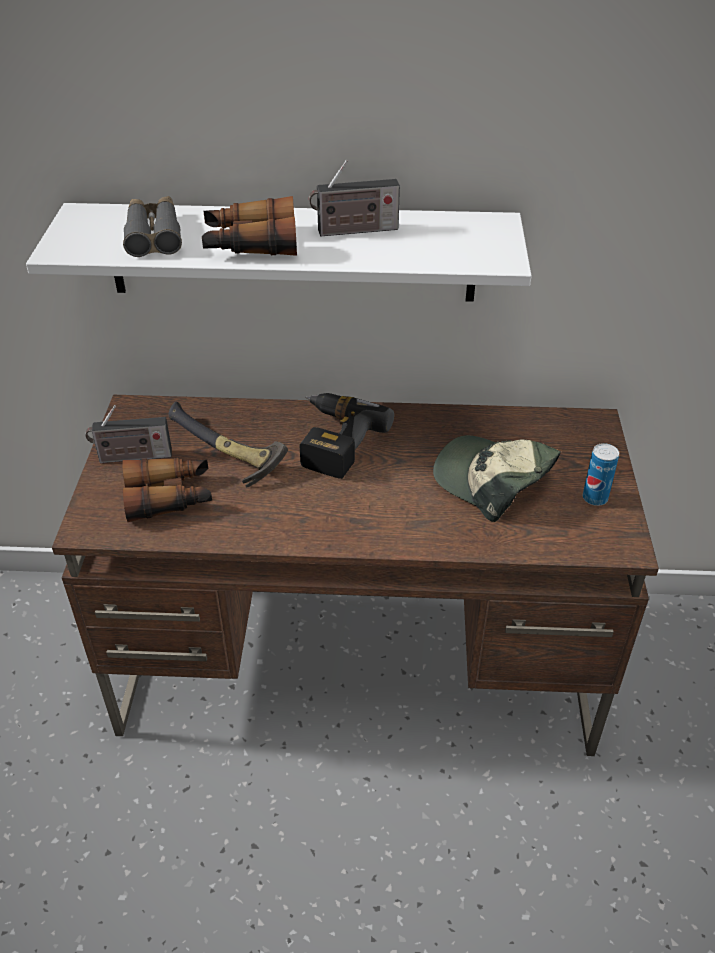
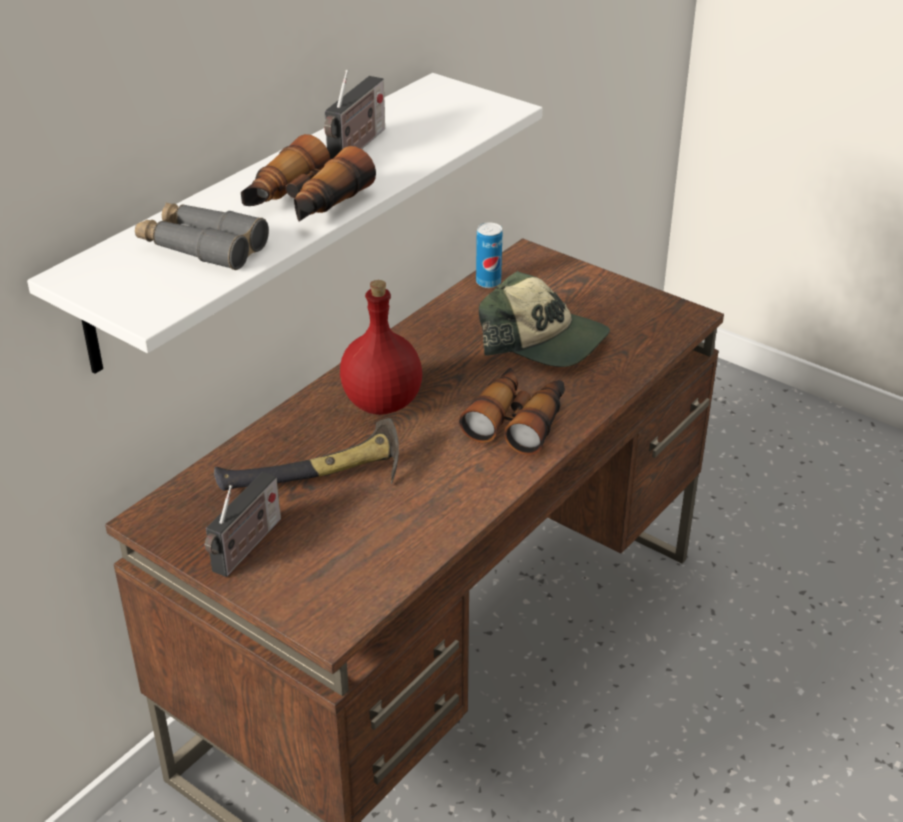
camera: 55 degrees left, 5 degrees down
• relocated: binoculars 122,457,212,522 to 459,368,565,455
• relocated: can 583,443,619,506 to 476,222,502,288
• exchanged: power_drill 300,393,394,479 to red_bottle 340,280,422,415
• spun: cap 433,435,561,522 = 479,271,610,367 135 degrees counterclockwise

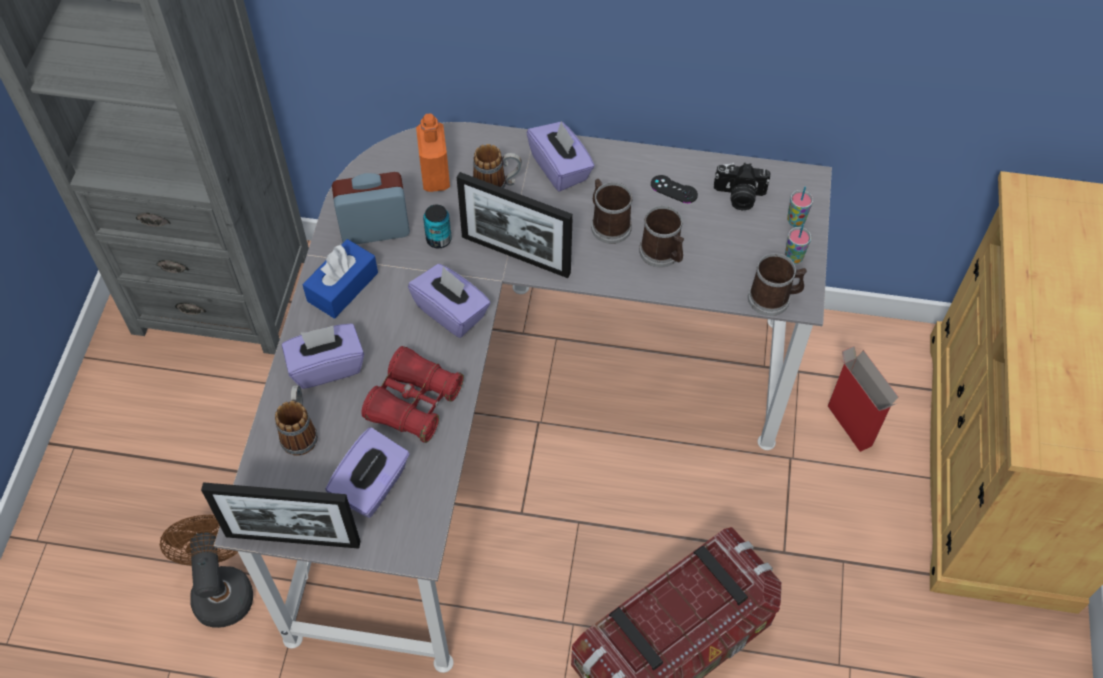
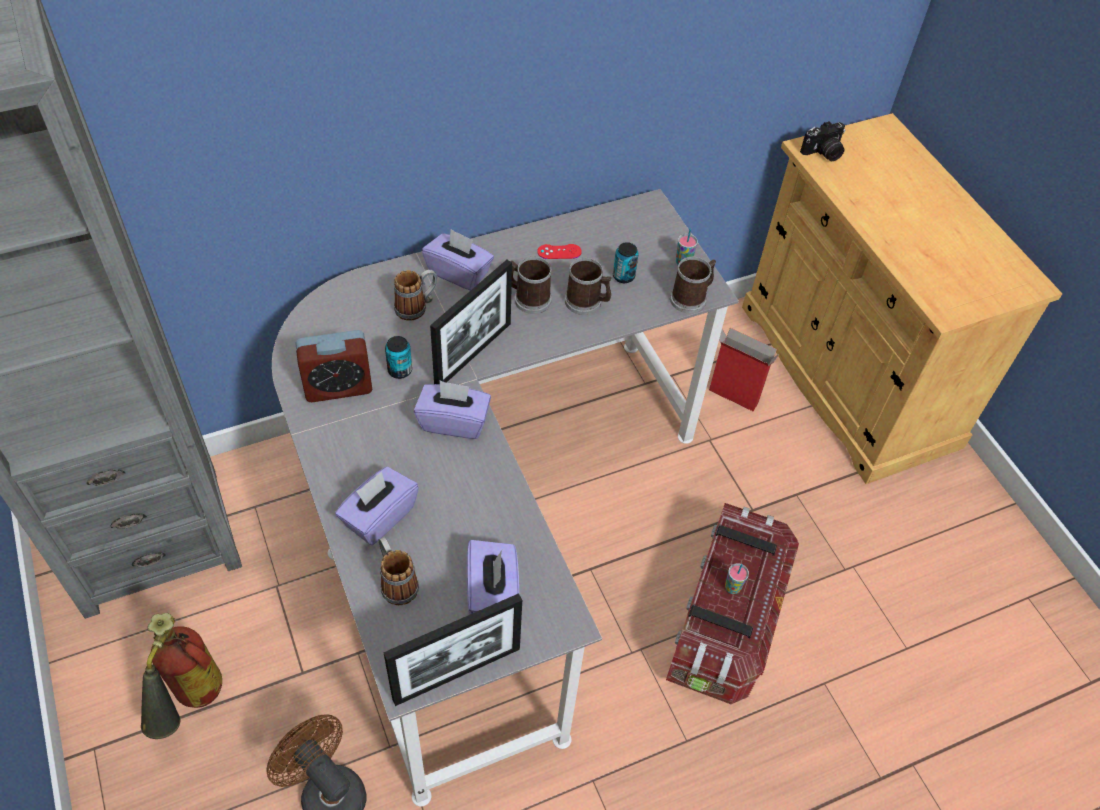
camera: 35 degrees left, 5 degrees down
• missing: blue_tissue_box 302,239,378,319
• missing: red_binoculars 361,346,464,443
• missing: orange_bottle 416,113,450,192
• appeared: fire_extinguisher 141,613,222,739
• appeared: can 613,242,639,283
• relocated: photo_camera 714,163,771,210 to 800,121,845,161
• relocated: cup 787,187,813,227 to 725,563,749,594
• colour: black_game_controller 651,175,698,203 to red_game_controller 537,244,582,259
• spun: alarm_clock 332,172,410,244 = 295,330,372,402 150 degrees counterclockwise
• spun: picture_frame 457,172,573,278 = 430,260,512,384 45 degrees counterclockwise

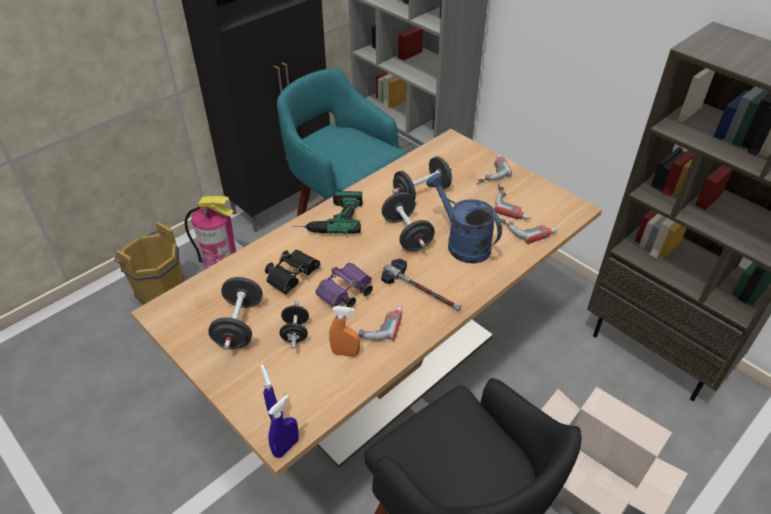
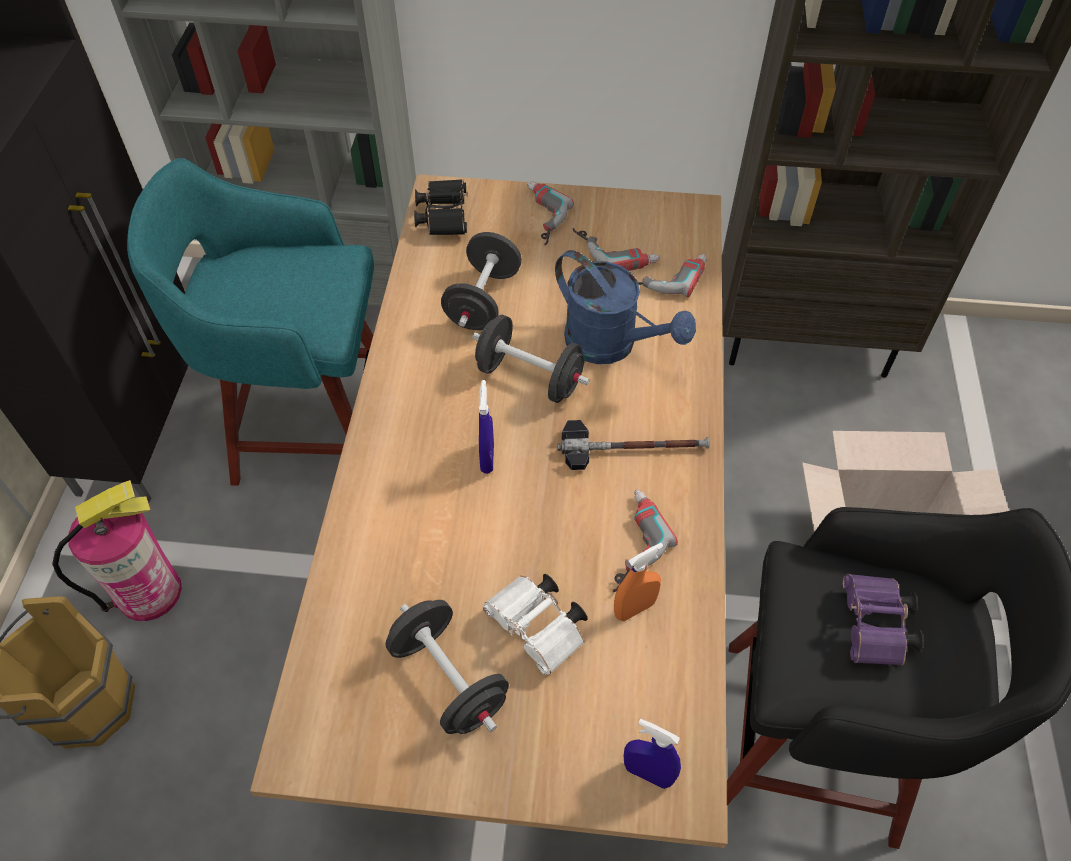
camera: 40 degrees left, 10 degrees up
• missing: power_drill 293,191,362,234
• relocated: black_binoculars 265,250,320,294 to 414,179,468,235
• relocated: blue_spray_bottle 268,394,299,458 to 479,380,494,474
• relocated: purple_binoculars 315,263,373,308 to 843,574,923,665
• exchanged: black_dumbbell 279,301,309,349 to white_binoculars 483,574,587,675
• spun: blue_watering_can 426,173,502,264 = 555,250,696,364 150 degrees counterclockwise

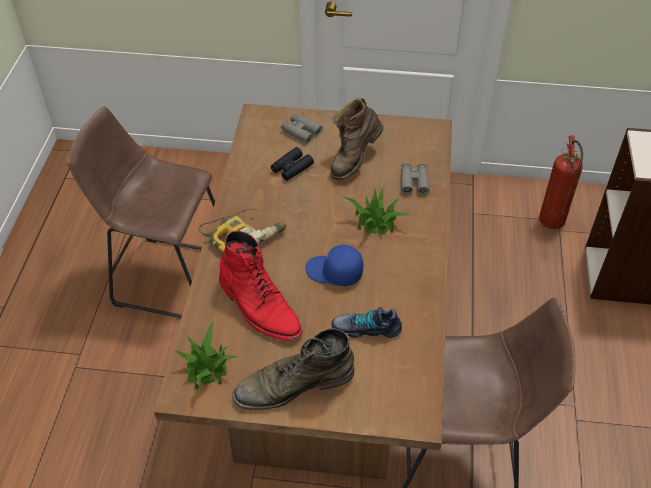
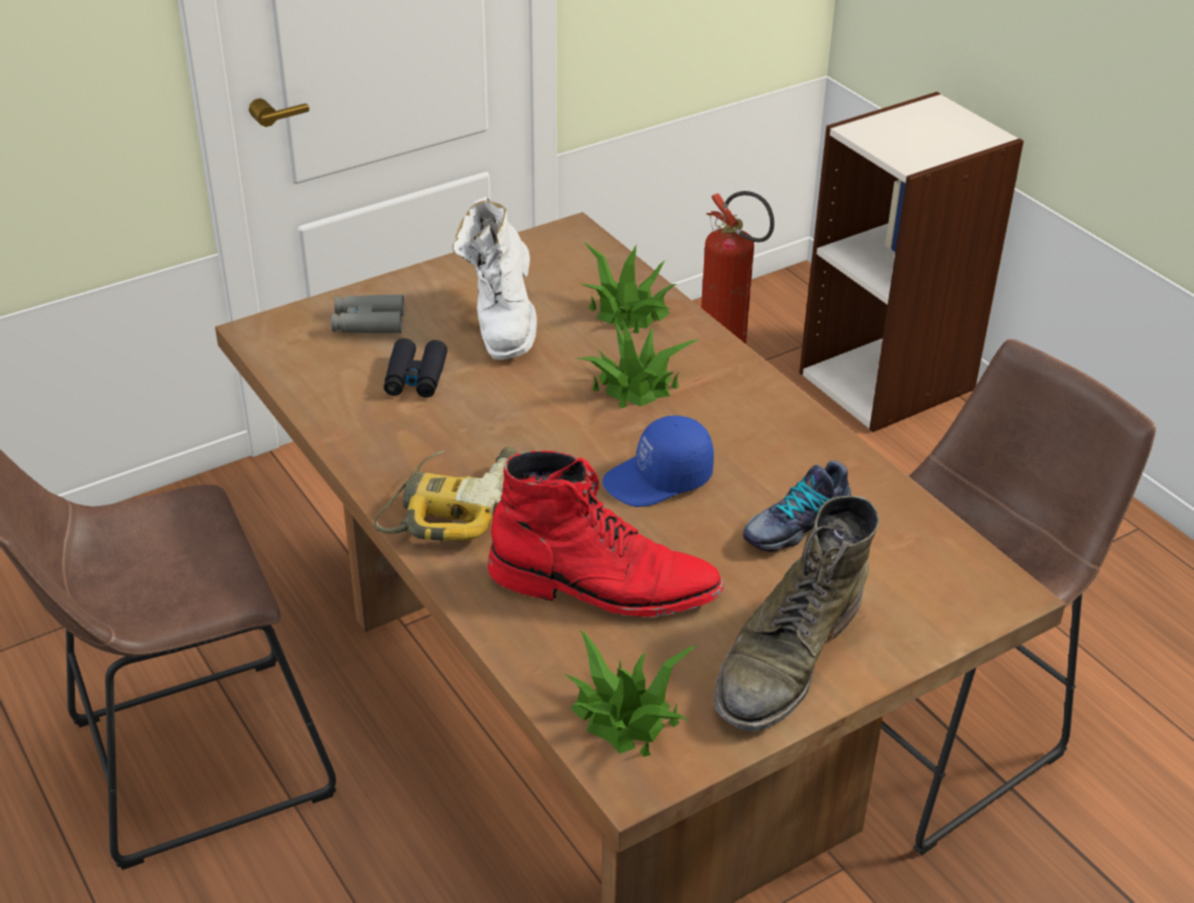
camera: 40 degrees left, 10 degrees down
• exchanged: grey_binoculars 401,162,429,195 to potted_plant 579,242,676,333
• colour: brown_boot 330,98,384,181 to white_boot 453,197,537,360

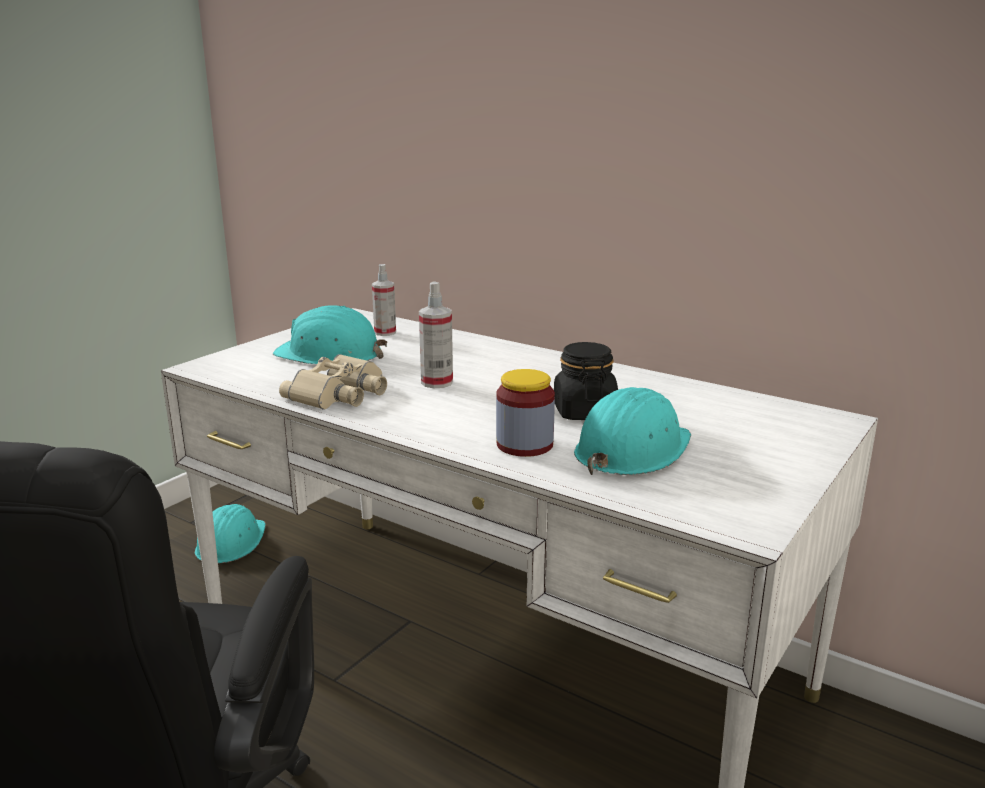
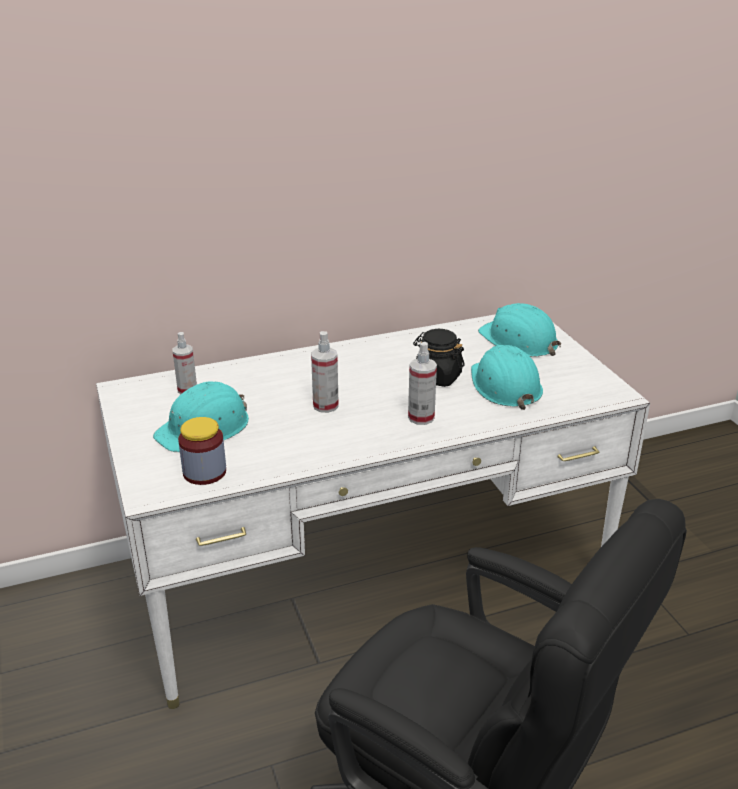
camera: 55 degrees left, 10 degrees up
• missing: beige_binoculars 279,354,387,410
• appeared: spray_bottle 408,342,437,425
• relocated: turquoise_hard_hat 195,504,266,563 to 478,303,561,357
• relocated: jar 496,369,555,457 to 178,417,226,485

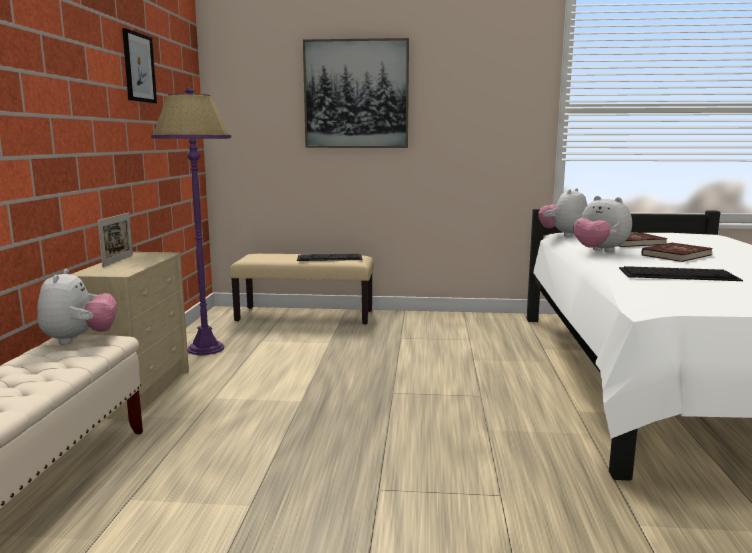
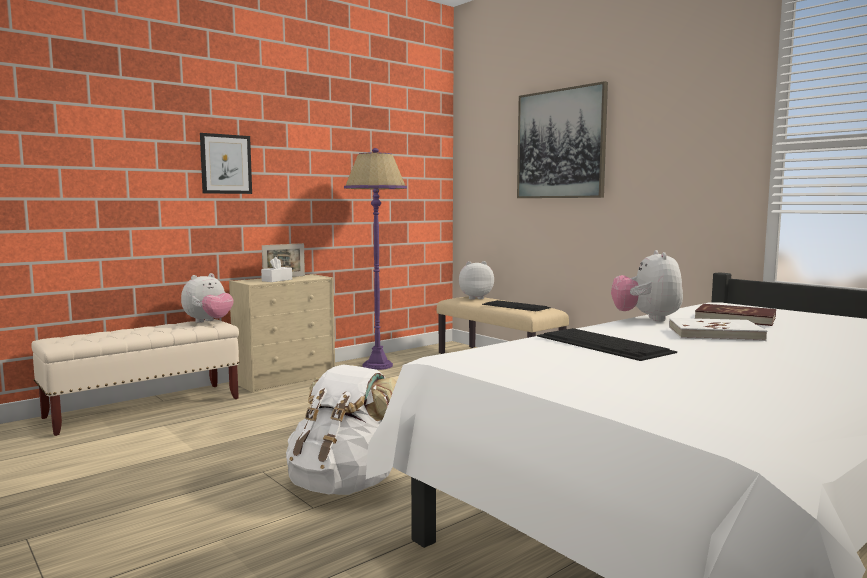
camera: 45 degrees right, 5 degrees down
• appeared: white_tissue_box 261,257,292,282
• appeared: white_backpack 286,364,396,495
• relocated: picture 122,28,157,103 to 200,133,252,194
• relocated: plush_toy 538,188,587,237 to 459,261,494,299
• colour: red_book 642,243,713,262 to white_book 669,318,767,341

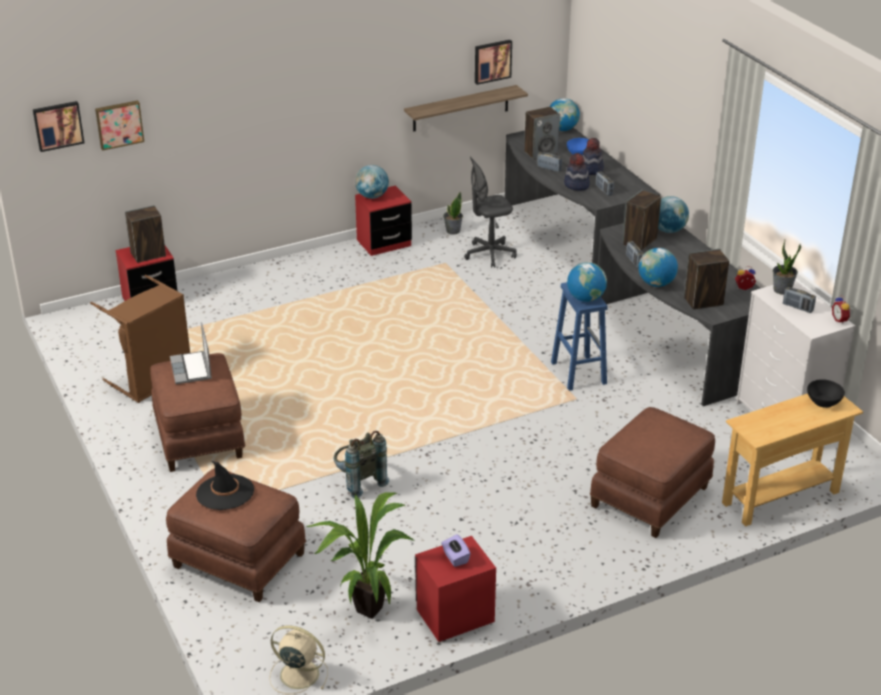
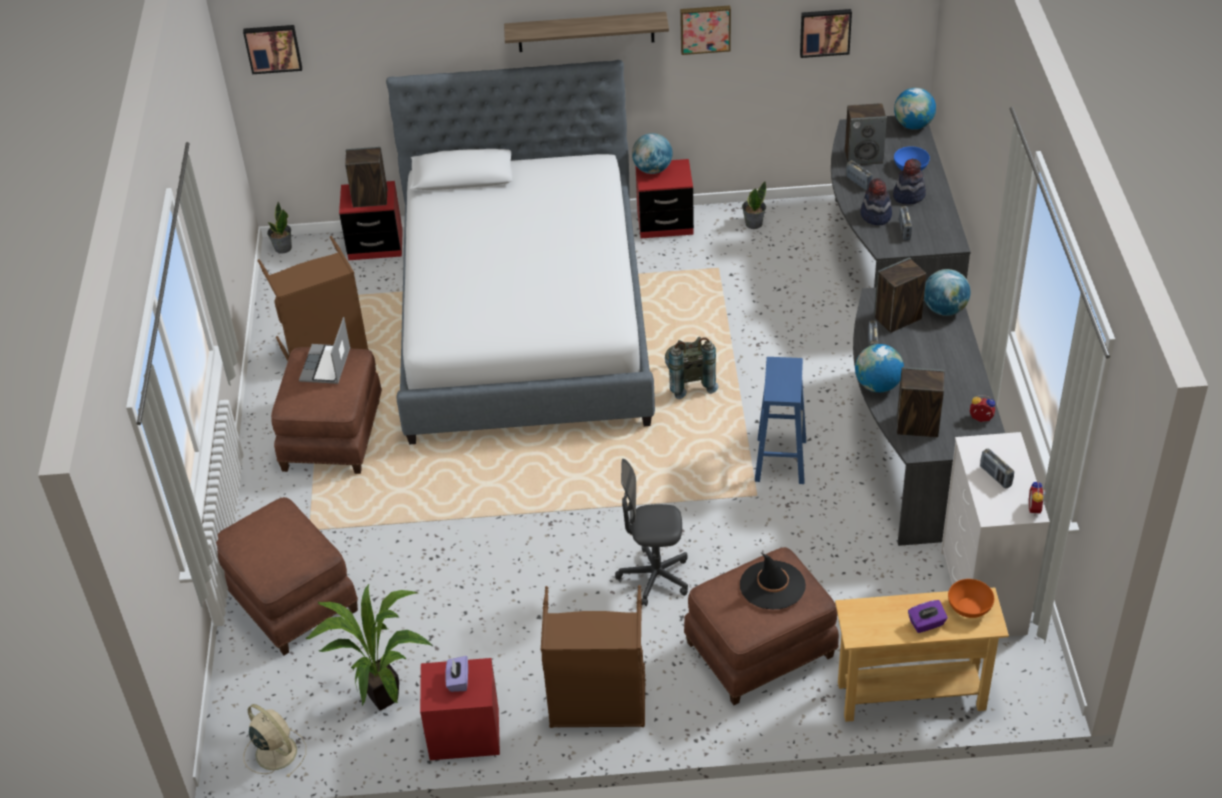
camera: 25 degrees right, 10 degrees up
• missing: globe 567,262,607,302
• appeared: bed 386,60,655,445
• appeared: brown_laundry_basket 541,585,646,728
• appeared: purple_tissue_box 908,600,948,633
• relocated: picture 95,100,144,151 to 680,5,731,55
• relocated: black_hat 196,461,254,510 to 740,553,806,609
• relocated: grey_backpack 333,431,389,498 to 665,337,719,399
• relocated: shelf 404,85,528,131 to 504,12,669,52
• relocated: grey_office_chair 464,156,517,268 to 615,459,688,606
• relocated: potted_plant 773,240,801,295 to 267,202,292,253
• colour: black_bowl 807,379,845,408 to orange_bowl 948,579,994,618

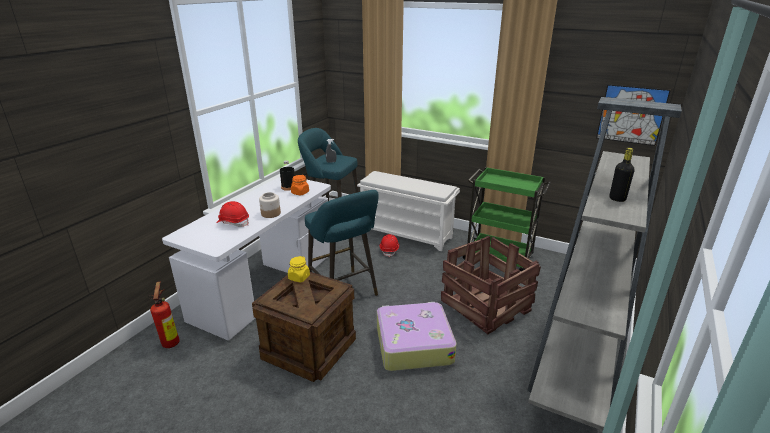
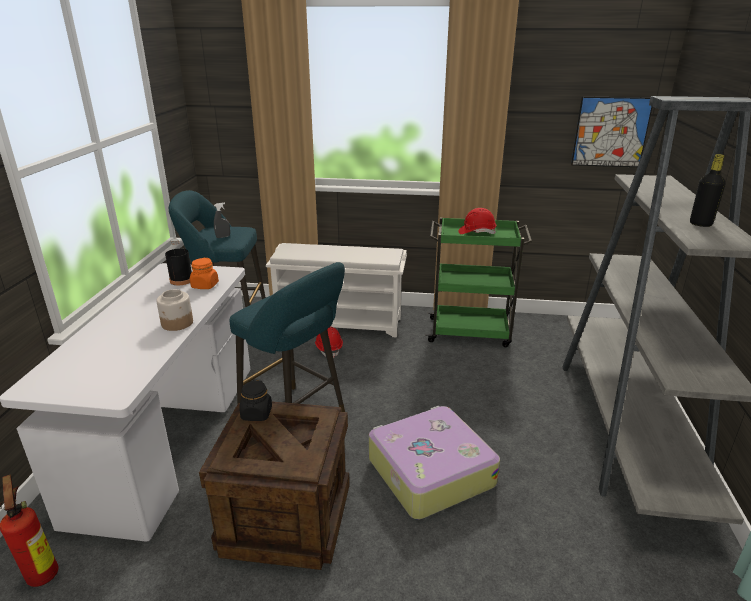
camera: 20 degrees left, 0 degrees up
• missing: crate 441,236,541,334
• relocated: red_hard_hat 216,201,249,227 to 458,208,496,234
• colour: yellow_jar 288,256,310,282 to black_jar 239,380,272,421

